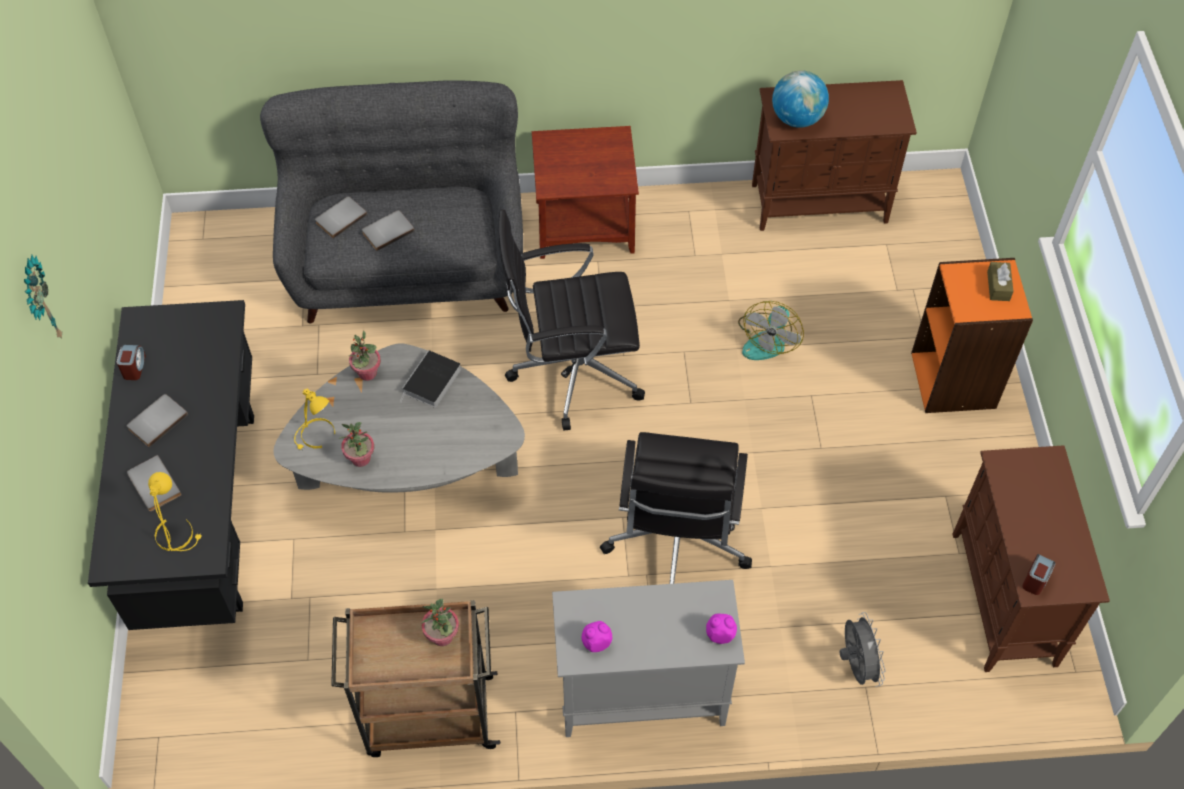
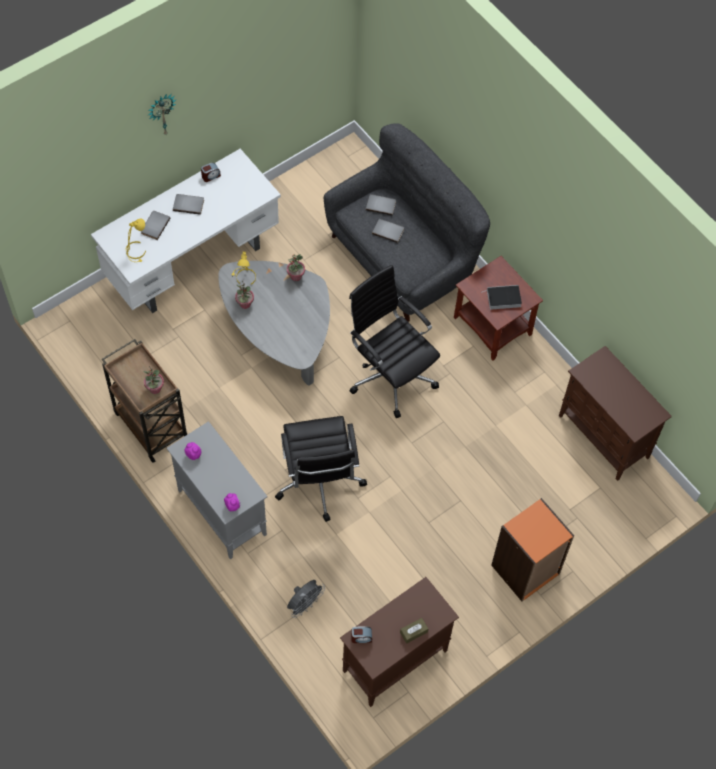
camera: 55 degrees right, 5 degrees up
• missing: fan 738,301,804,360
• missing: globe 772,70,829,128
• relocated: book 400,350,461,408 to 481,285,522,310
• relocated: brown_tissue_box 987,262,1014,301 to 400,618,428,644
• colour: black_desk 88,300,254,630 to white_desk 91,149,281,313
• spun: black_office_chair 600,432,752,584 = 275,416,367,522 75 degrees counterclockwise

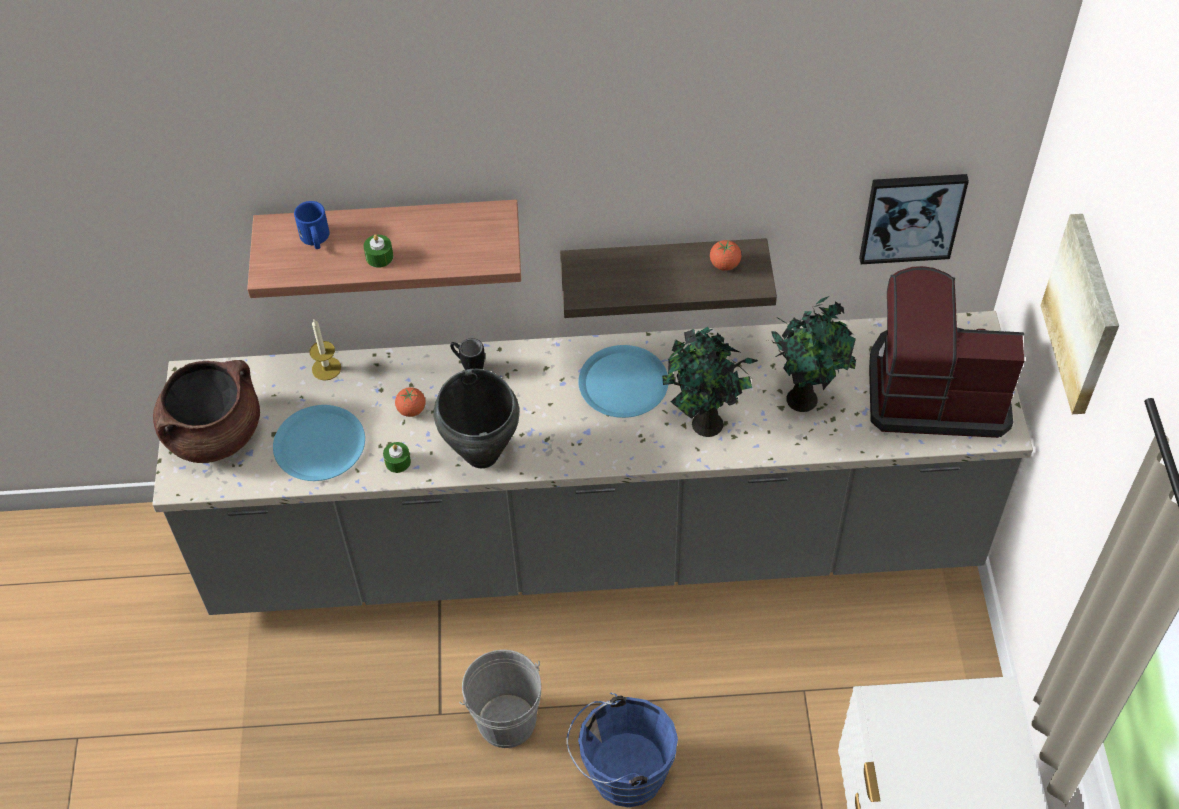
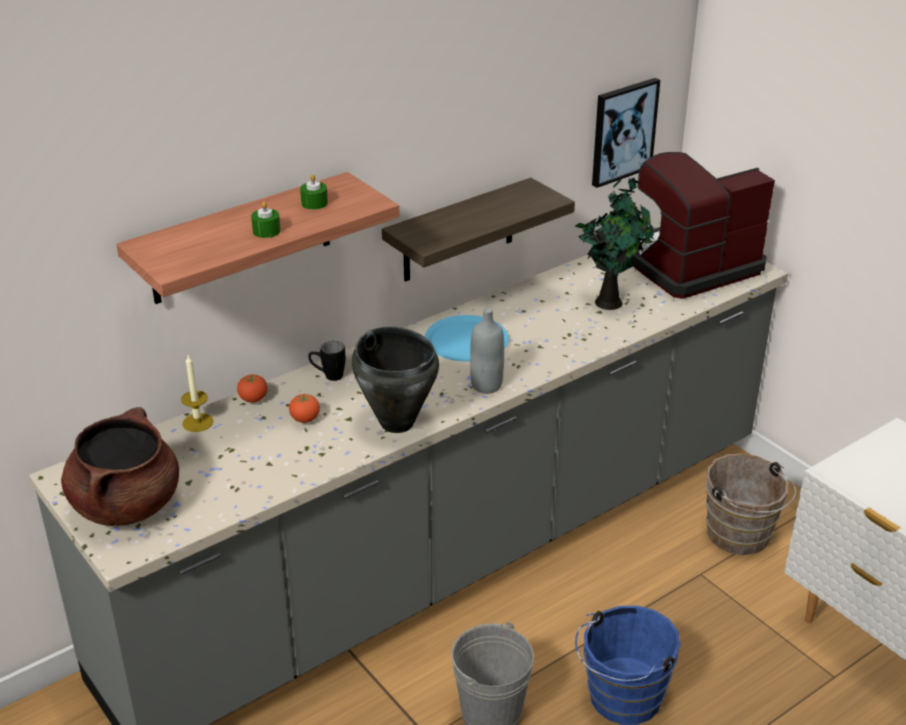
camera: 35 degrees left, 20 degrees down
• missing: blue_plate 273,405,365,481
• missing: blue_mug 294,201,330,249
• missing: potted_plant 662,326,758,437
• missing: picture 1040,214,1119,414
• appeared: grey_bottle 470,308,504,394
• appeared: brown_bucket 706,453,796,555
• relocated: green_candle 383,442,411,473 to 300,174,328,210
• relocated: tomato 710,240,741,271 to 237,374,268,403

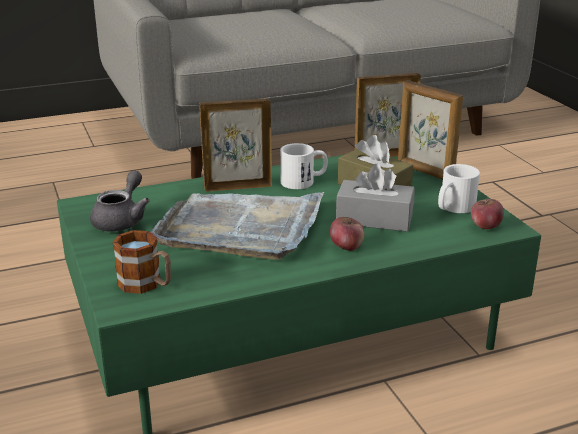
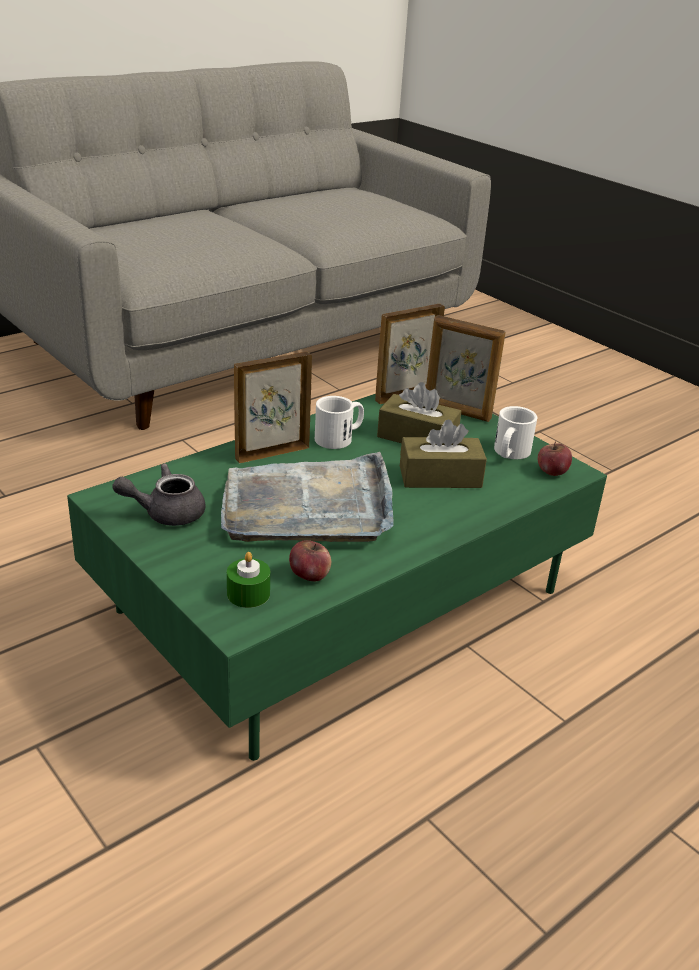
camera: 20 degrees left, 5 degrees up
• relocated: apple 330,217,364,251 to 289,540,331,581
• exchanged: mug 113,230,171,294 to green_candle 227,552,270,608
• colour: grey_tissue_box 336,164,415,232 to brown_tissue_box 400,419,487,488
• spun: grey_teapot 90,170,150,232 = 112,463,205,526 105 degrees counterclockwise

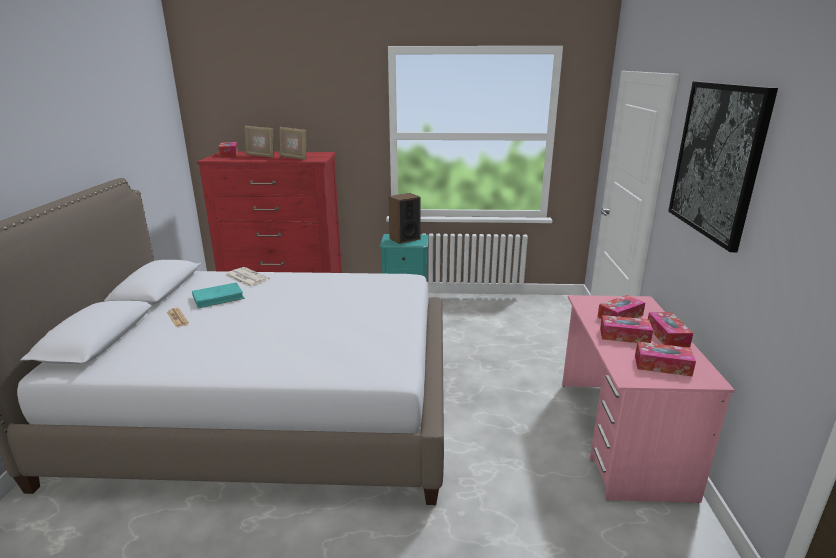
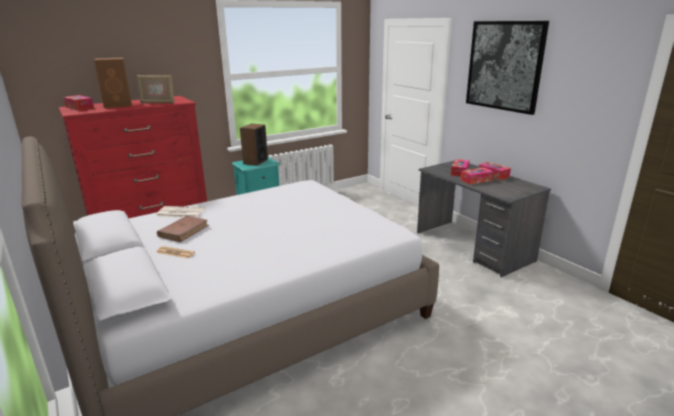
camera: 35 degrees left, 0 degrees up
• missing: tissue_box 635,342,696,376
• exchanged: picture_frame 245,126,274,158 to brown_speaker 94,57,132,108
• colour: turquoise_book 192,282,245,308 to brown_book 157,216,209,242
• colour: pink_desk 562,295,735,503 to grey_desk 417,160,551,277

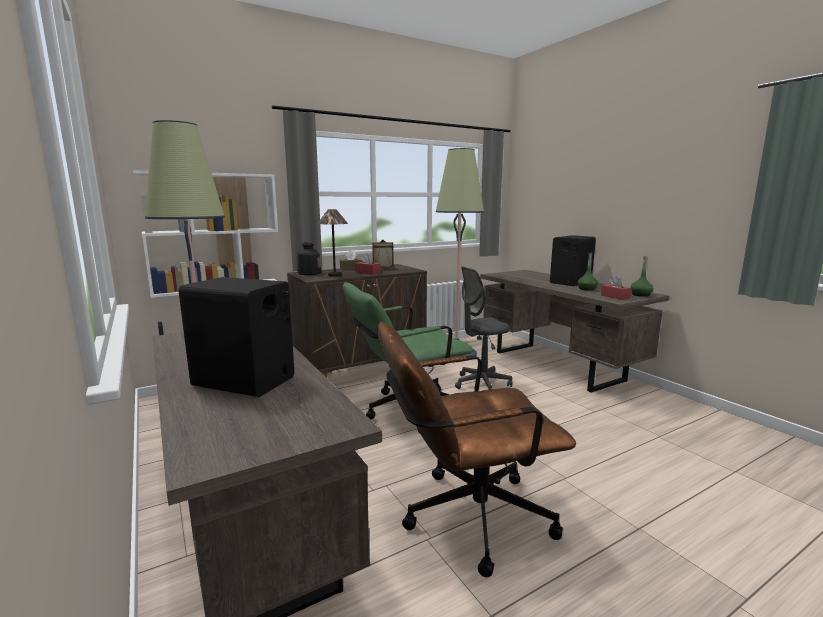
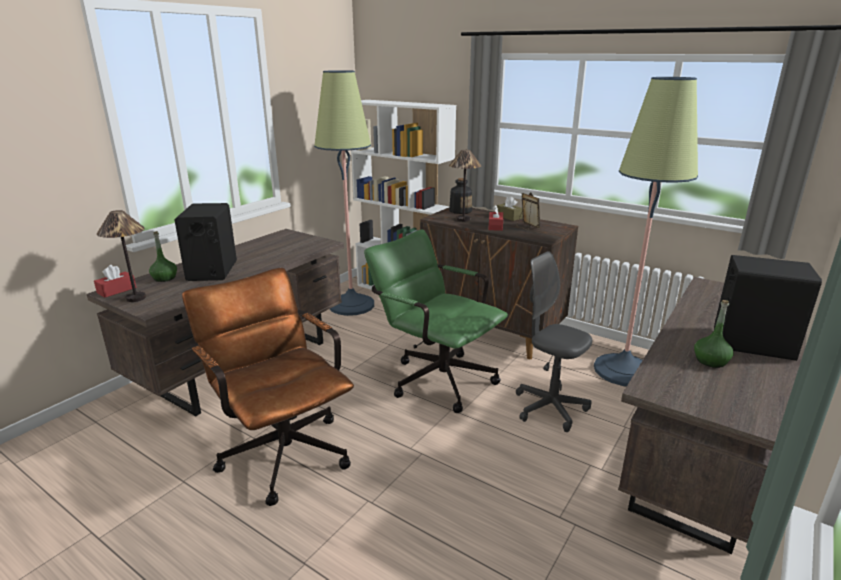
camera: 65 degrees right, 10 degrees up
• appeared: table_lamp 97,210,146,302
• relocated: red_tissue_box 601,276,631,300 to 94,265,136,298
• relocated: green_bottle 631,256,654,297 to 149,231,177,282

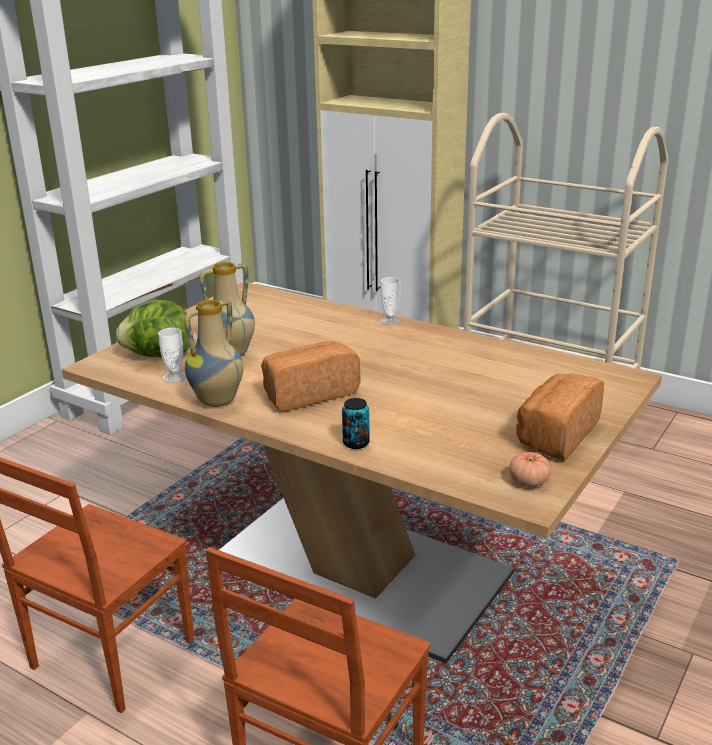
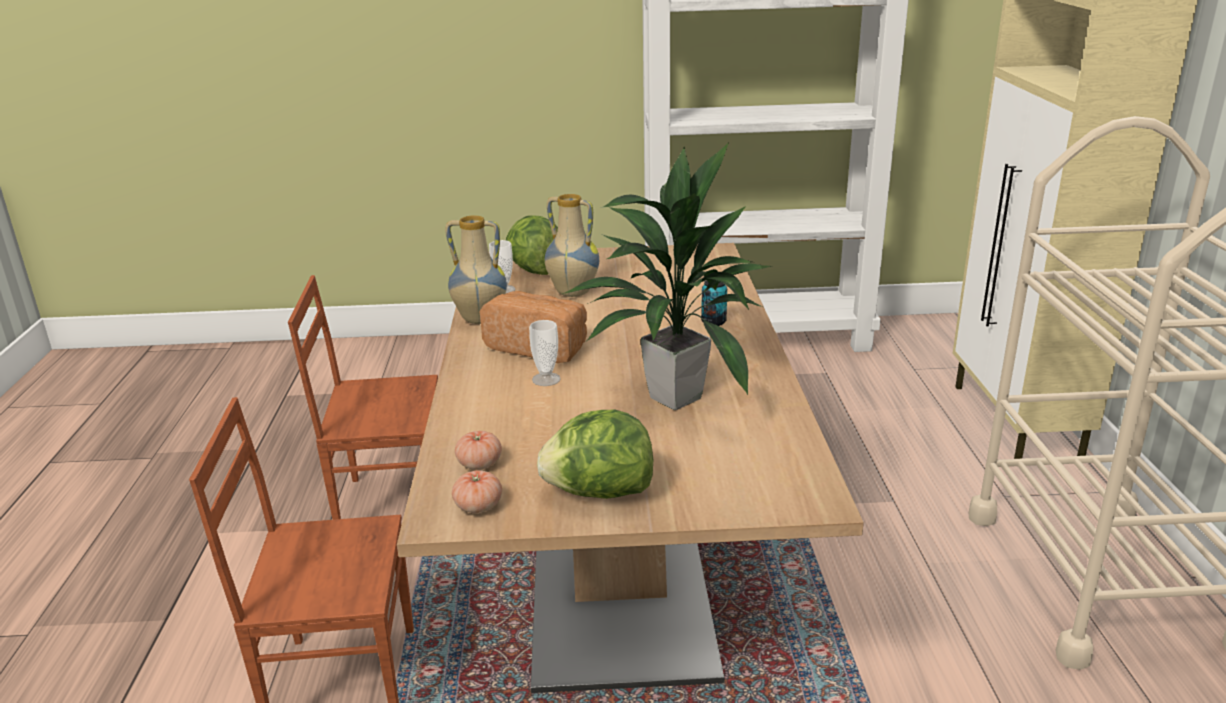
camera: 55 degrees right, 0 degrees up
• appeared: tomato 455,431,502,470
• appeared: potted_plant 562,143,771,410
• relocated: can 342,398,370,449 to 701,280,727,326
• relocated: cup 380,277,401,326 to 529,320,561,386
• exchanged: bread 516,373,604,460 to lettuce 537,410,653,499

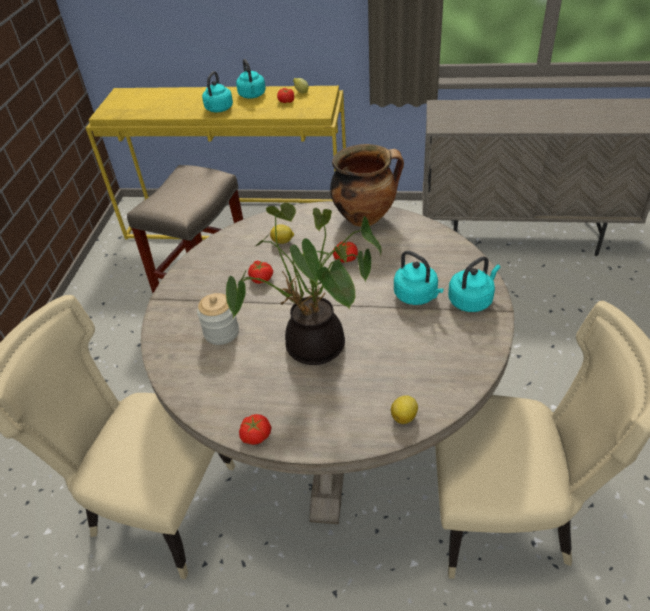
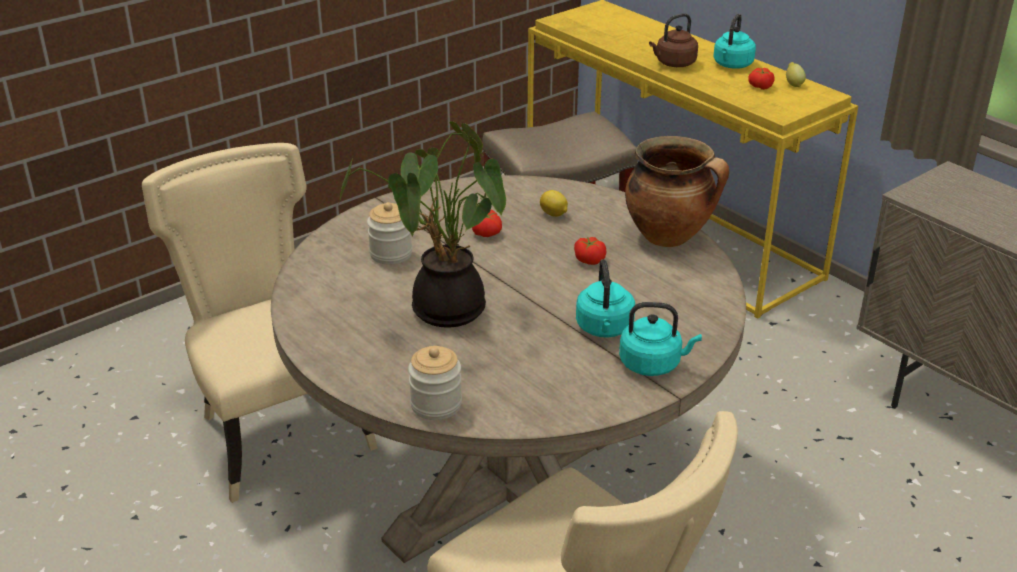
camera: 40 degrees right, 10 degrees down
• missing: tomato 239,414,271,445
• exchanged: lemon 391,395,418,424 to jar 408,346,462,420
• colour: turquoise_kettle 202,71,233,112 to brown_kettle 649,13,698,67

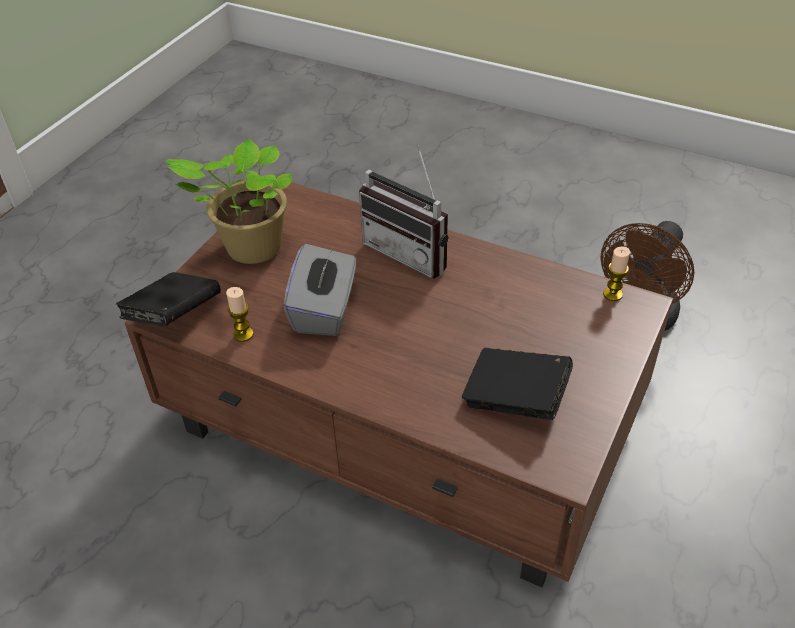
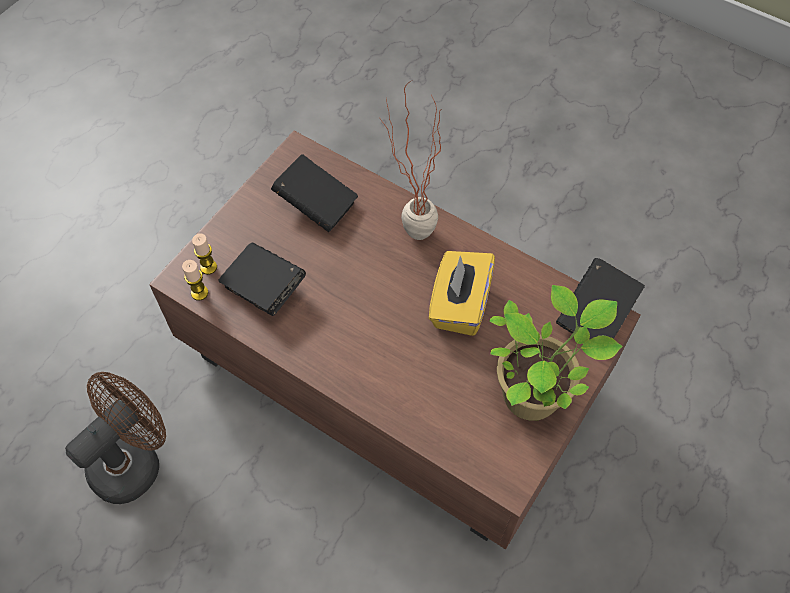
camera: 175 degrees left, 15 degrees up
• missing: radio 359,144,448,279
• appeared: black_book 218,243,306,316
• appeared: potted_plant 379,80,442,240
• relocated: candle 226,287,254,342 to 192,233,217,275
• colour: grey_tissue_box 283,244,356,336 to yellow_tissue_box 429,251,495,336

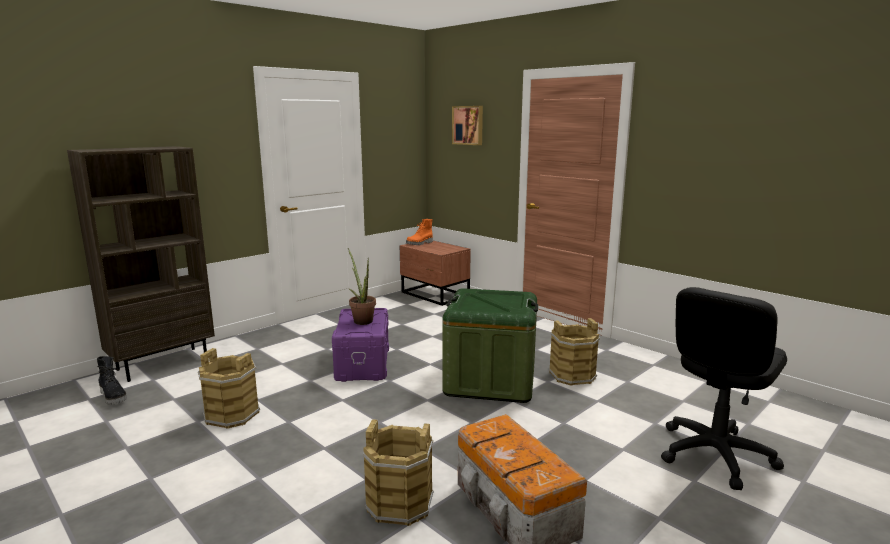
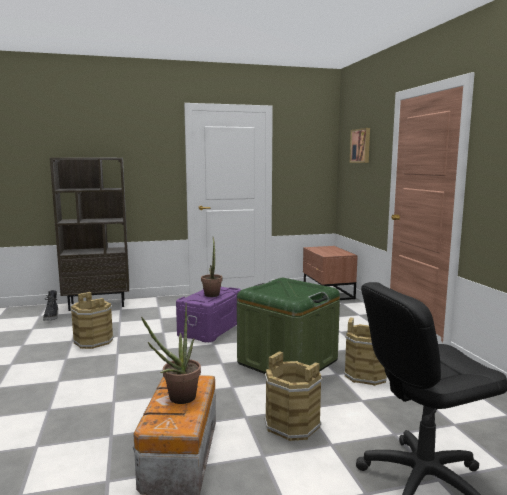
camera: 30 degrees right, 5 degrees down
• missing: orange_boot 406,219,433,245
• appeared: potted_plant 142,303,201,404
• relocated: brown_bucket 363,419,433,526 to 264,351,323,441

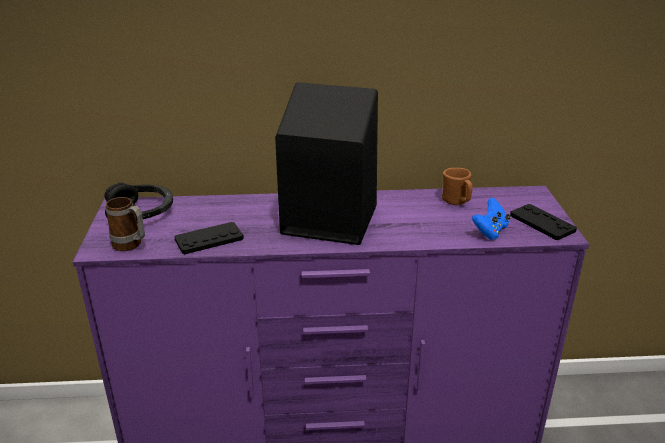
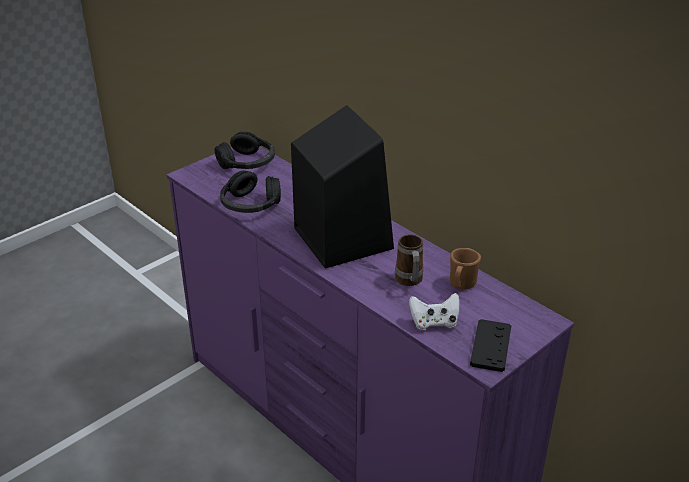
camera: 50 degrees right, 5 degrees up
• relocated: mug 106,197,145,251 to 395,234,423,286
• exchanged: black_game_controller 174,222,244,254 to black_headphones 220,170,281,213
• colour: blue_game_controller 472,198,510,240 to white_game_controller 409,293,460,330

